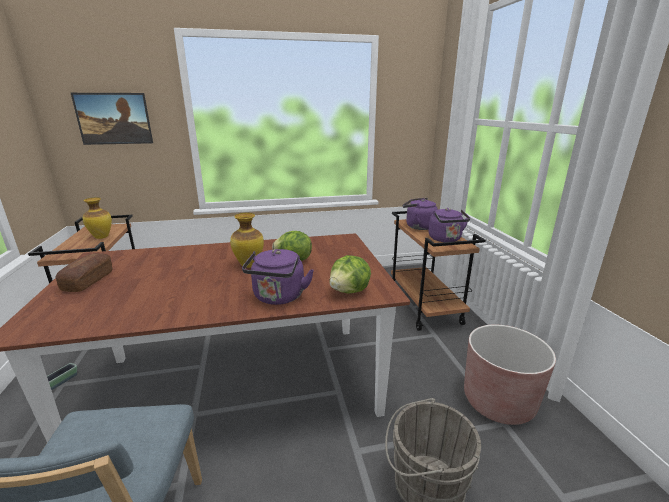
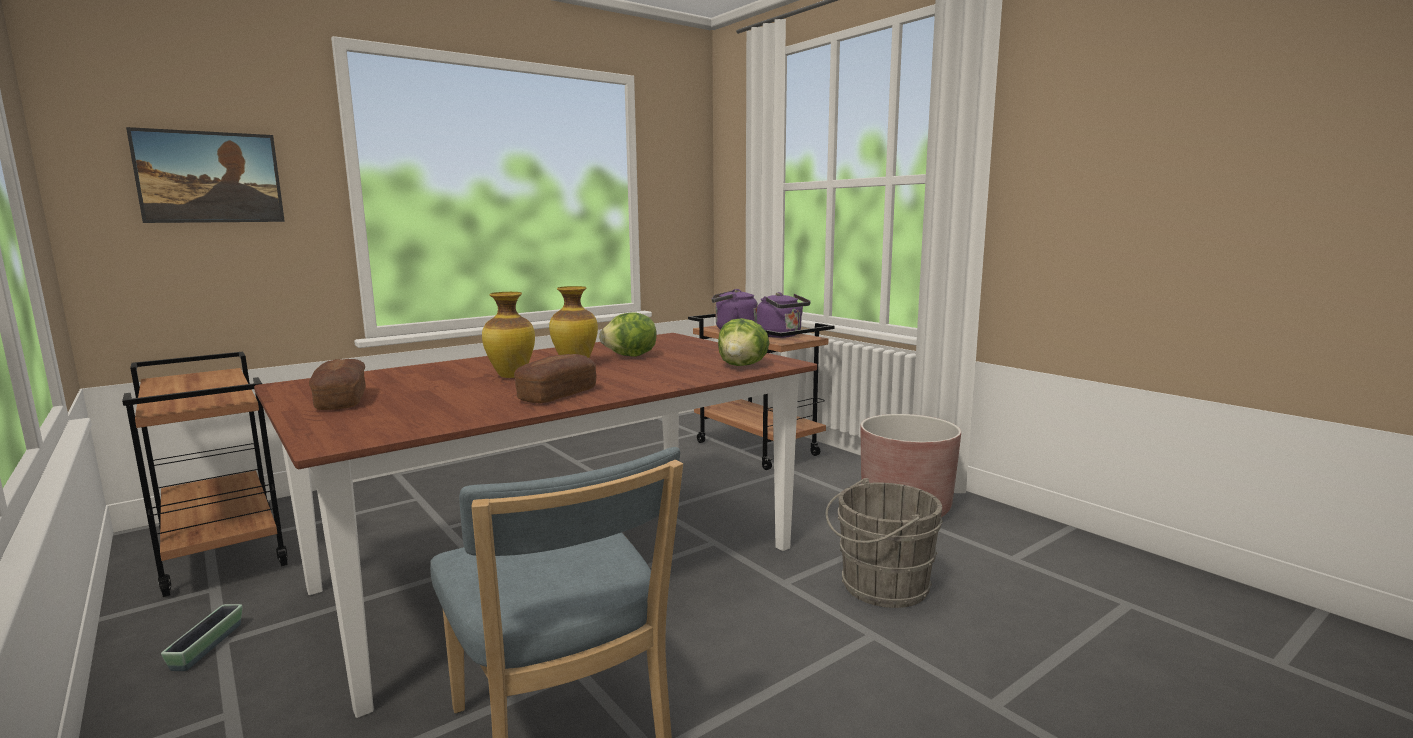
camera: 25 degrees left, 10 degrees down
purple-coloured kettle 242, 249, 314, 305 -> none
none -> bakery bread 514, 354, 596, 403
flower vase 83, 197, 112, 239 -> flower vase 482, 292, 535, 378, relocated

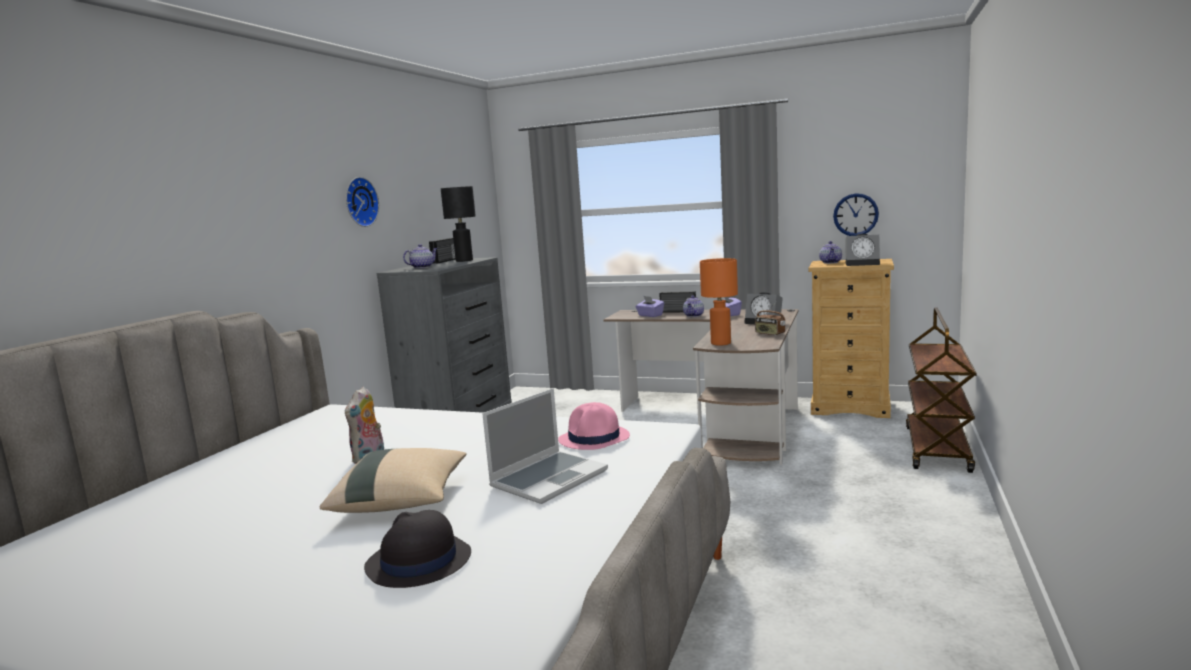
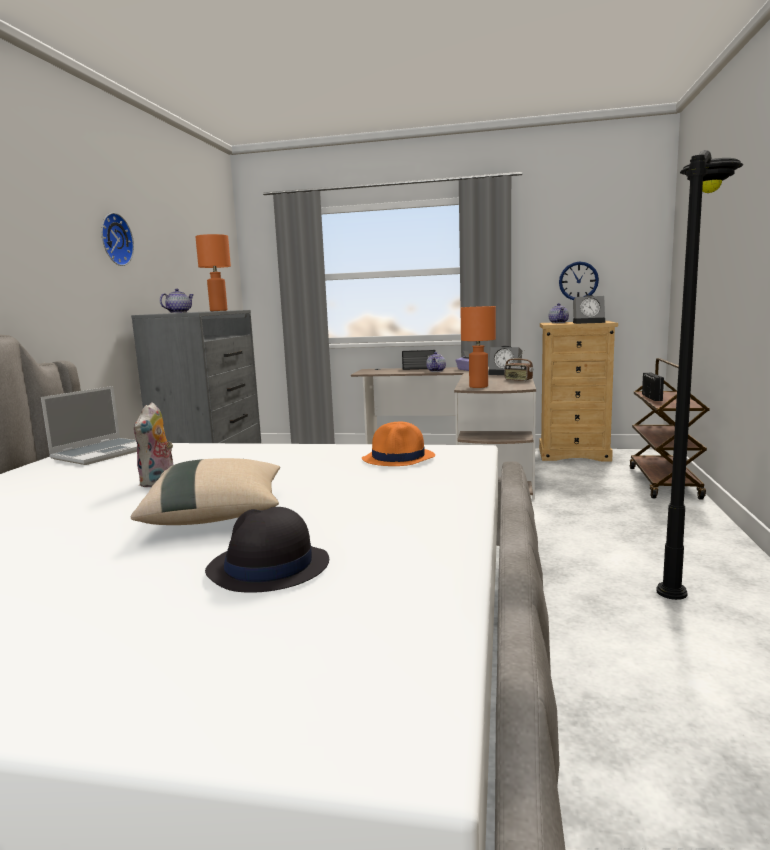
camera: 10 degrees left, 0 degrees up
purple-coloured tissue box 636, 296, 664, 317 -> none
none -> black-coloured floor lamp 656, 150, 743, 600
radio 429, 238, 455, 264 -> radio 642, 373, 664, 401, relocated
notebook computer 482, 388, 608, 504 -> notebook computer 41, 386, 137, 465, relocated
black-coloured tabletop lamp 441, 186, 476, 262 -> orangey tabletop lamp 195, 234, 231, 311
pinkish clothing hat 558, 402, 630, 450 -> orangey clothing hat 362, 422, 435, 466

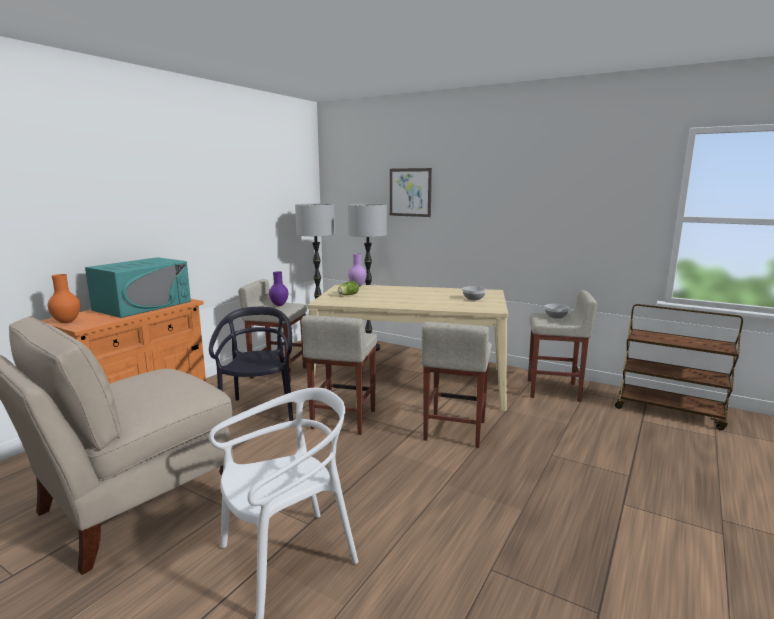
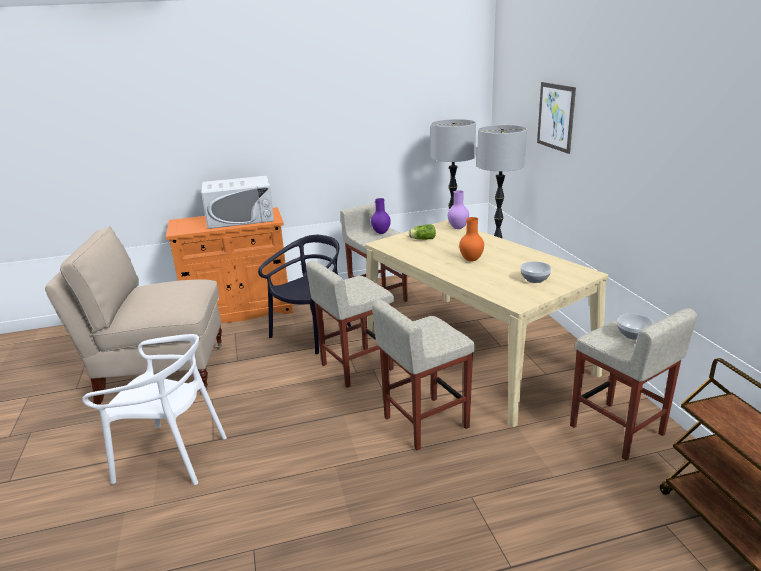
camera: 45 degrees right, 10 degrees up
orangey flower vase 48, 274, 80, 323 -> orangey flower vase 459, 217, 484, 262, relocated
turquoise microwave oven 85, 257, 191, 318 -> white microwave oven 201, 175, 274, 229

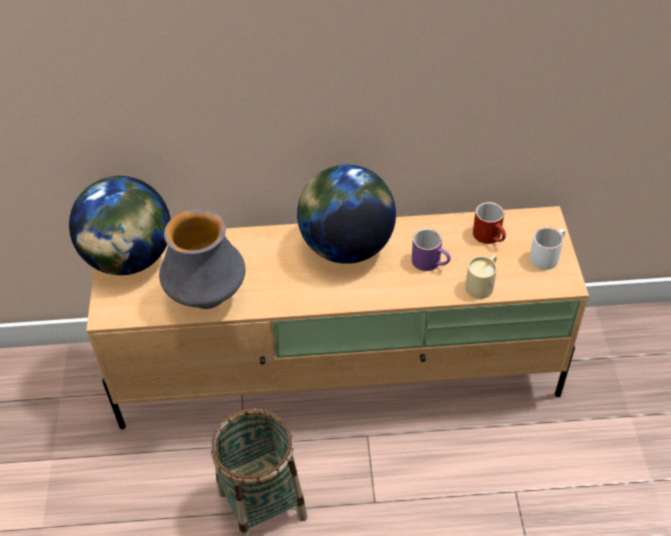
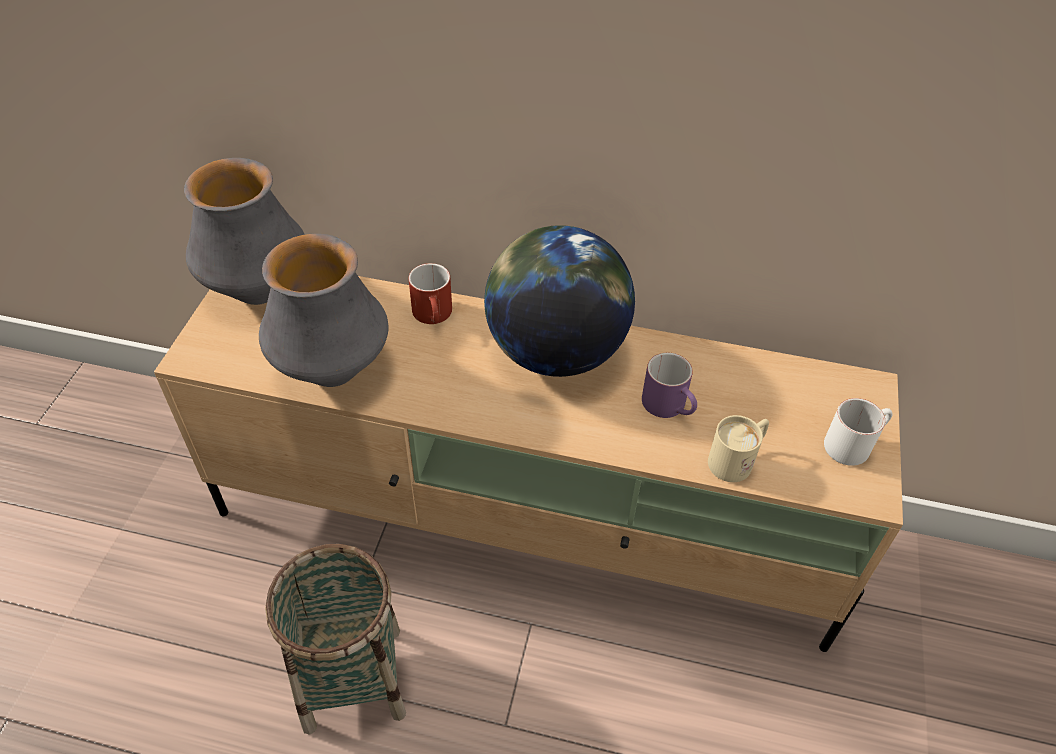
camera: 15 degrees right, 0 degrees up
red-coloured coffee mug 473, 202, 506, 244 -> red-coloured coffee mug 409, 263, 452, 324, relocated
desk globe 69, 176, 171, 275 -> flower vase 184, 158, 305, 305

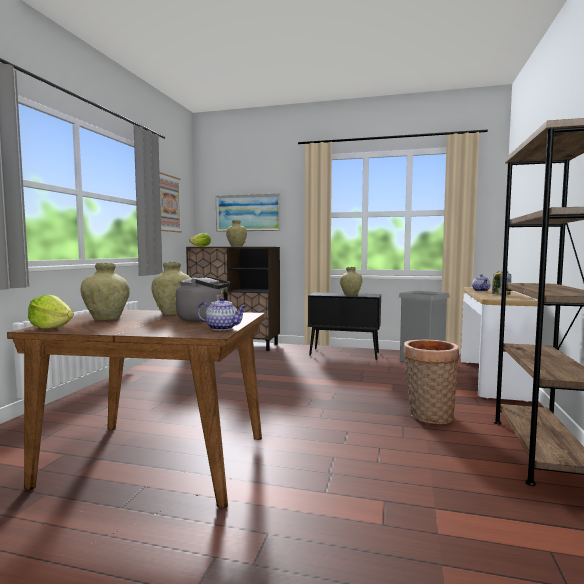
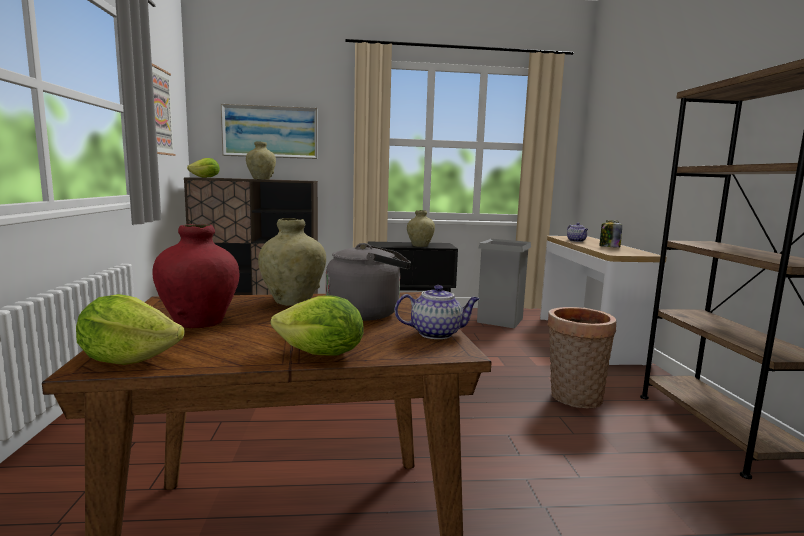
camera: 20 degrees left, 5 degrees up
none -> lettuce head 271, 295, 364, 356
beige flower vase 81, 263, 130, 320 -> red-coloured flower vase 152, 224, 239, 328

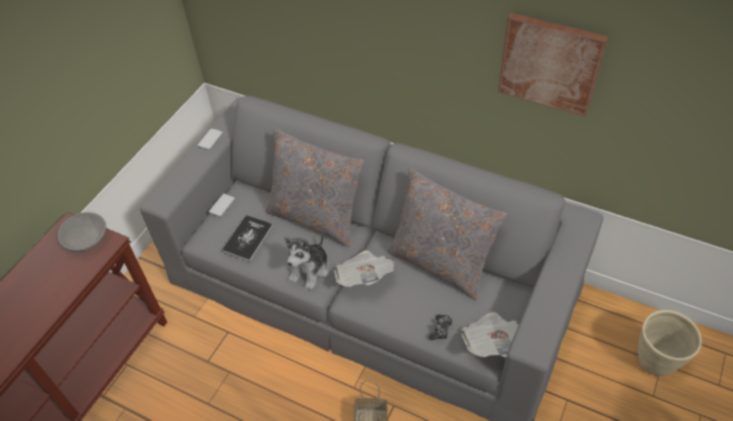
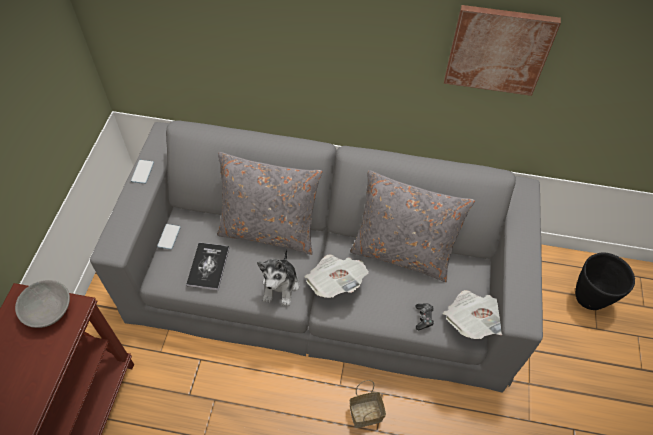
camera: 20 degrees left, 5 degrees up
beige flower pot 638, 310, 702, 376 -> black-coloured flower pot 575, 253, 635, 310

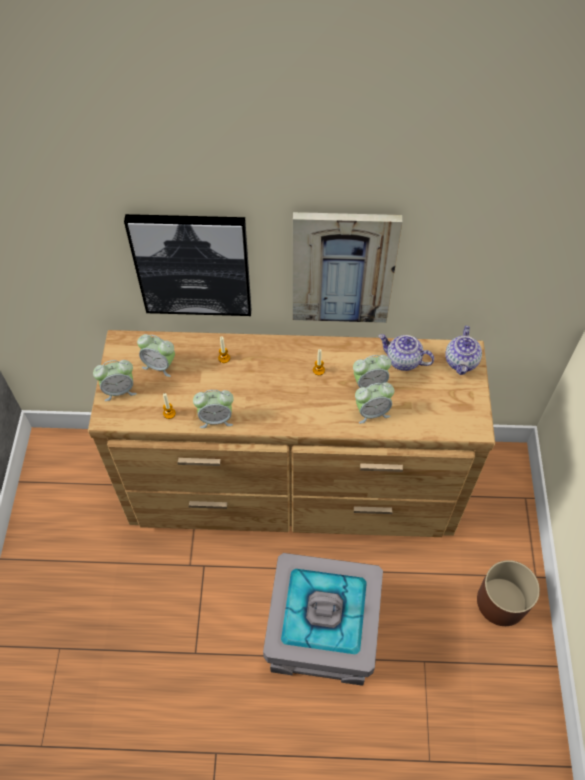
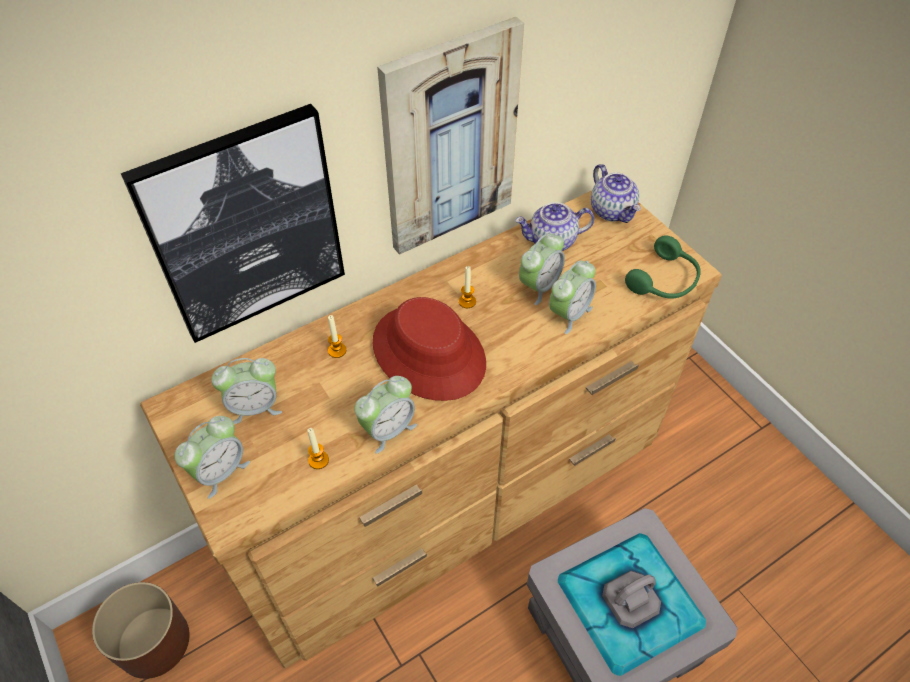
camera: 35 degrees left, 5 degrees down
none -> red-coloured clothing hat 373, 297, 486, 401
none -> green headset 625, 235, 701, 298
brown-coloured flower pot 477, 560, 540, 626 -> brown-coloured flower pot 92, 582, 190, 679, relocated

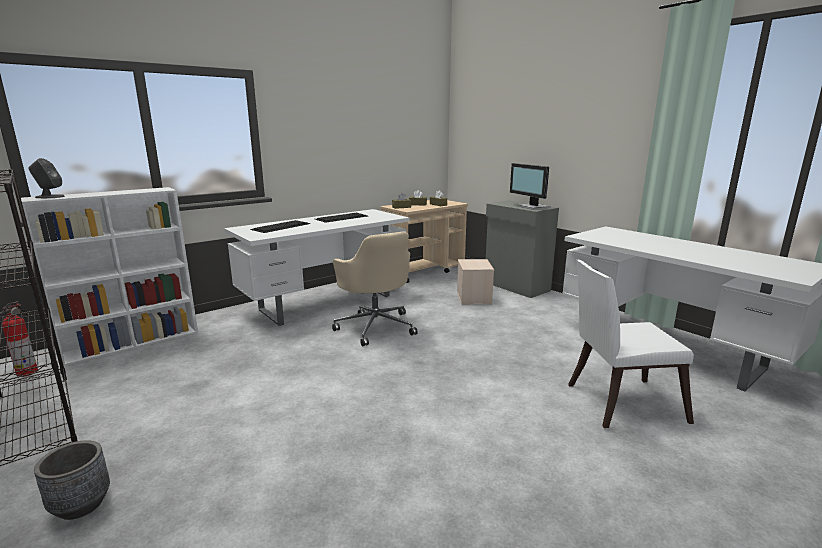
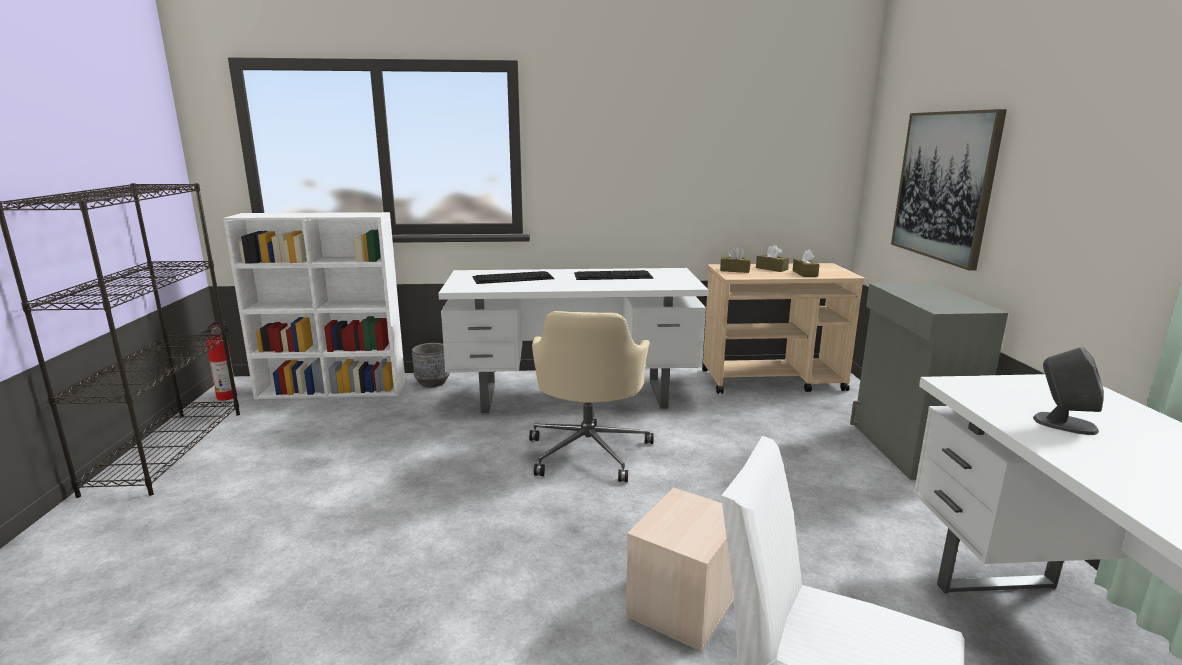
camera: 35 degrees right, 0 degrees up
computer display 510, 163, 550, 210 -> none
none -> picture 891, 109, 1007, 270
greyish audio speaker 28, 158, 65, 198 -> greyish audio speaker 1033, 347, 1104, 435, relocated
greyish flower pot 34, 440, 110, 520 -> greyish flower pot 412, 343, 450, 387, relocated
beige storage box 457, 259, 494, 305 -> beige storage box 625, 487, 734, 651, relocated

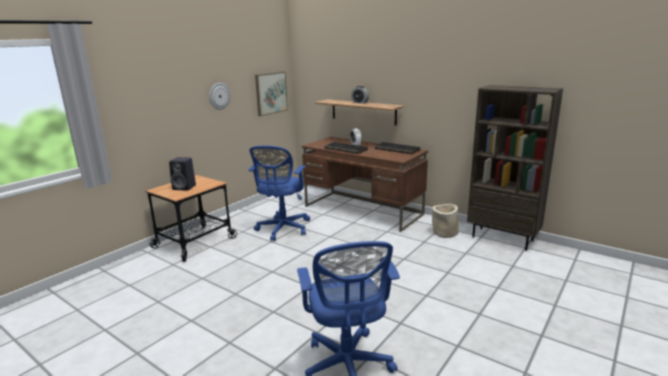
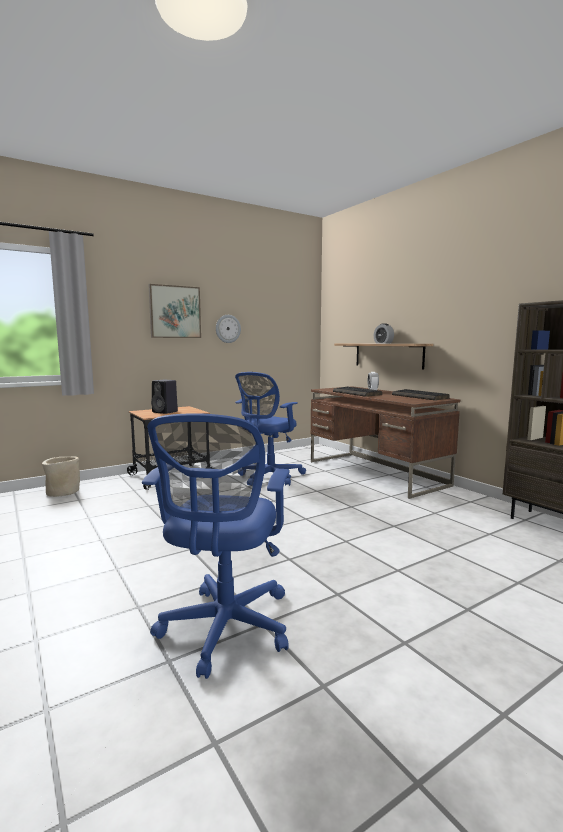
camera: 20 degrees right, 10 degrees down
picture 255, 72, 288, 116 -> picture 149, 284, 201, 338, relocated
beige flower pot 432, 204, 458, 238 -> beige flower pot 42, 457, 80, 497, relocated

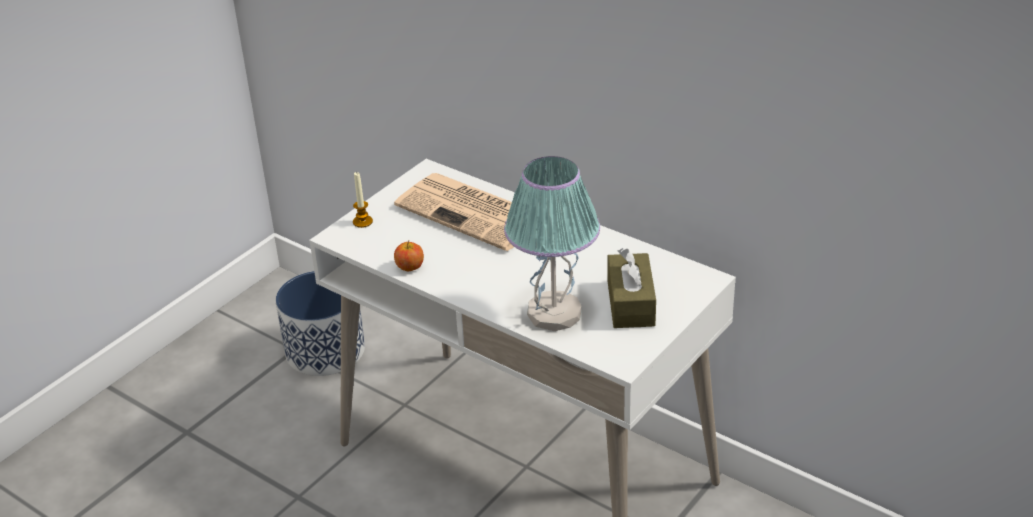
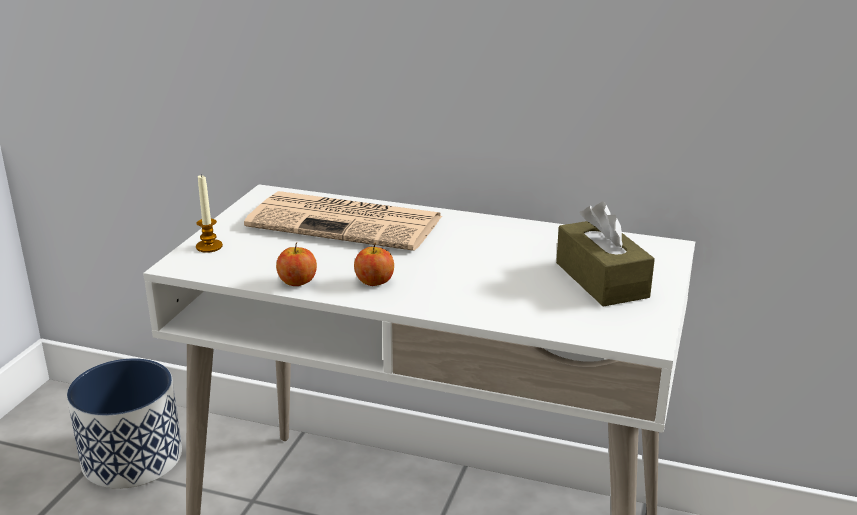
camera: 20 degrees left, 10 degrees down
tabletop lamp 504, 156, 600, 331 -> none
none -> apple 354, 242, 394, 286

